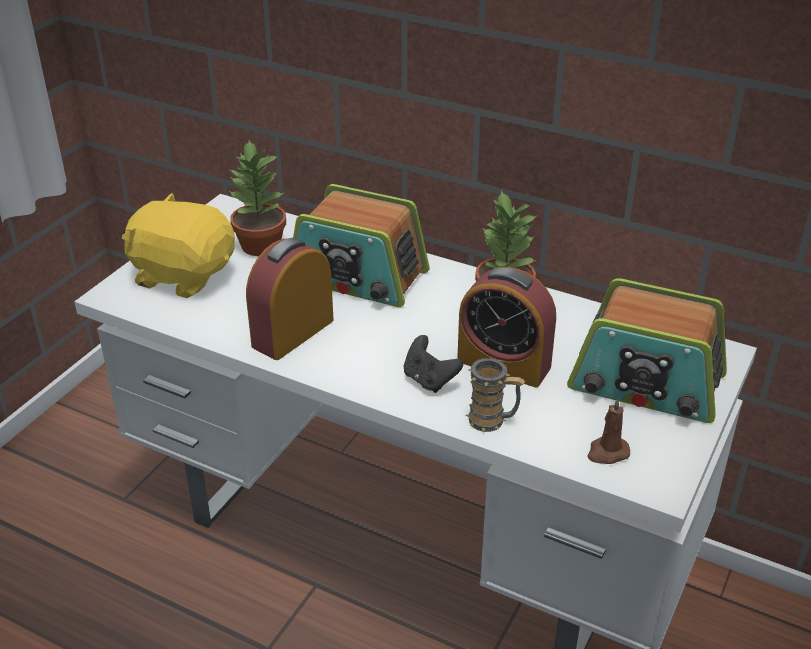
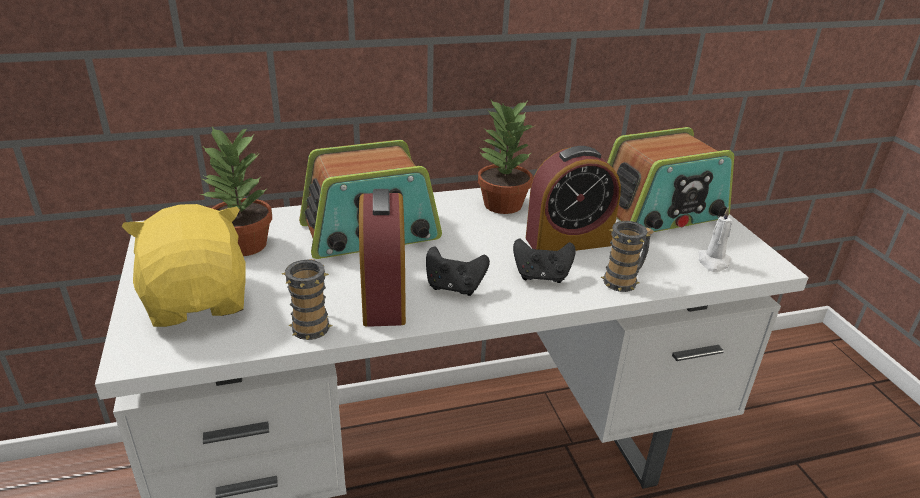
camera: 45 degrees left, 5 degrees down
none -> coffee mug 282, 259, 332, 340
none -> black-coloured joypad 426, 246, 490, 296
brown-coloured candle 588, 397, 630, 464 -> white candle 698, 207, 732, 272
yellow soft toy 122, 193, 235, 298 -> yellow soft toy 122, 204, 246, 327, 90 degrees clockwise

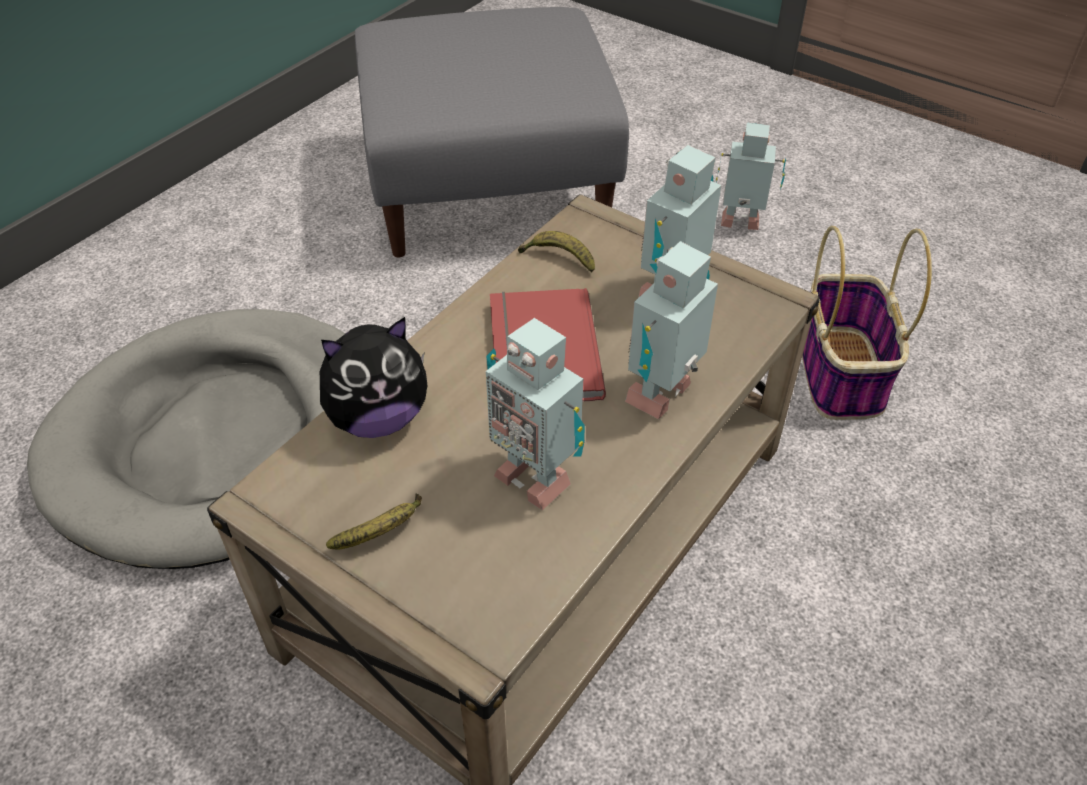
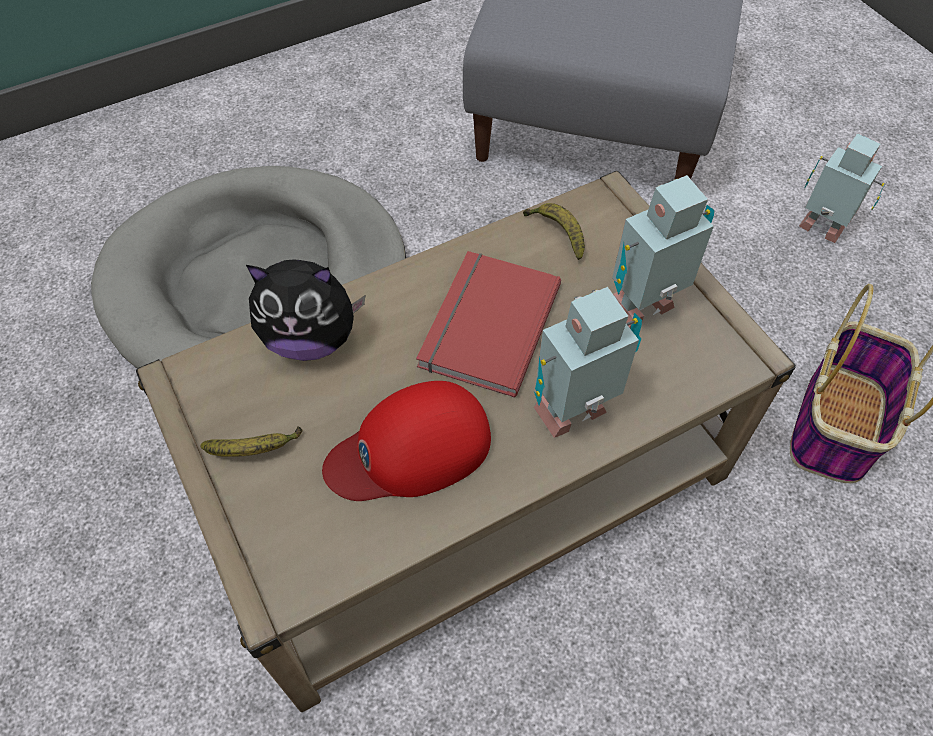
camera: 25 degrees right, 10 degrees up
model robot 486, 318, 585, 510 -> red-coloured baseball cap 322, 381, 491, 501

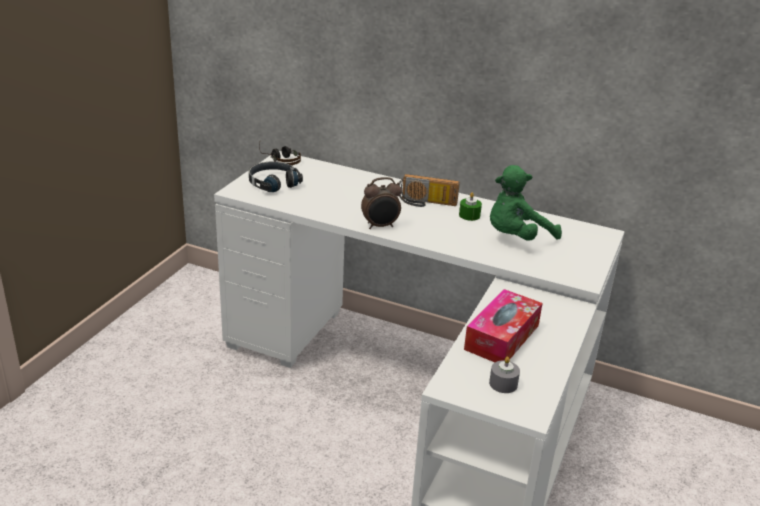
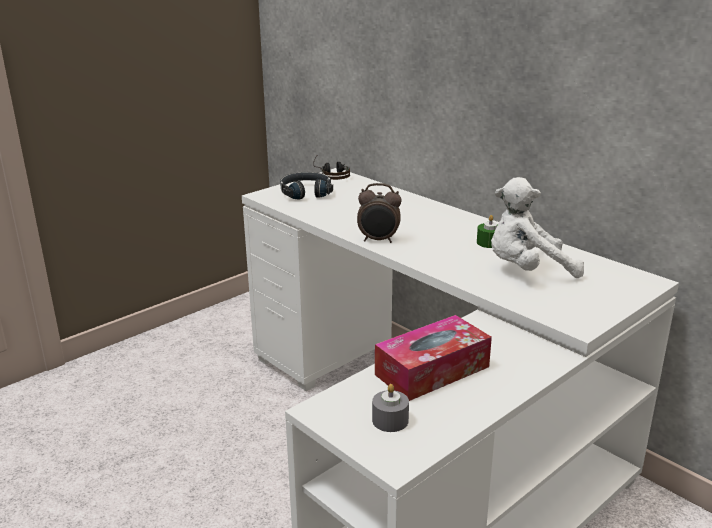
camera: 25 degrees right, 5 degrees down
radio 399, 174, 460, 207 -> none
green soft toy 490, 165, 562, 241 -> white soft toy 491, 177, 584, 278

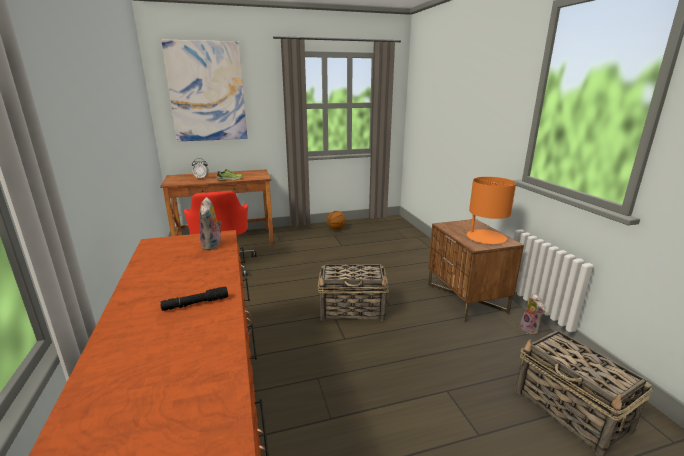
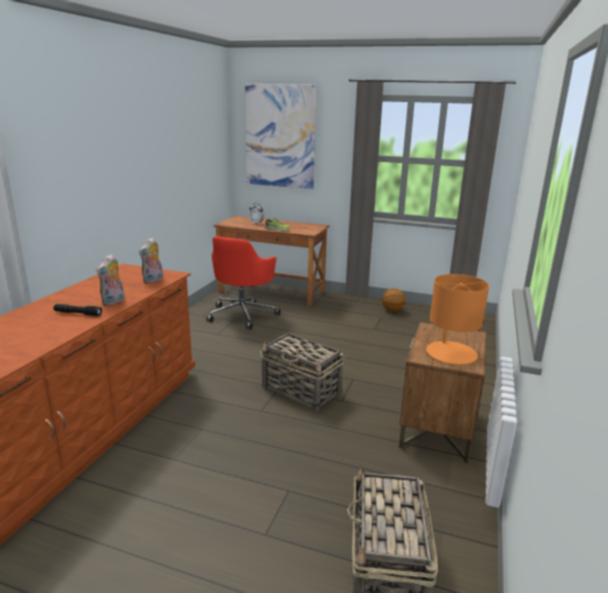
camera: 35 degrees right, 0 degrees up
soft toy 520, 293, 545, 335 -> soft toy 96, 254, 125, 305, relocated

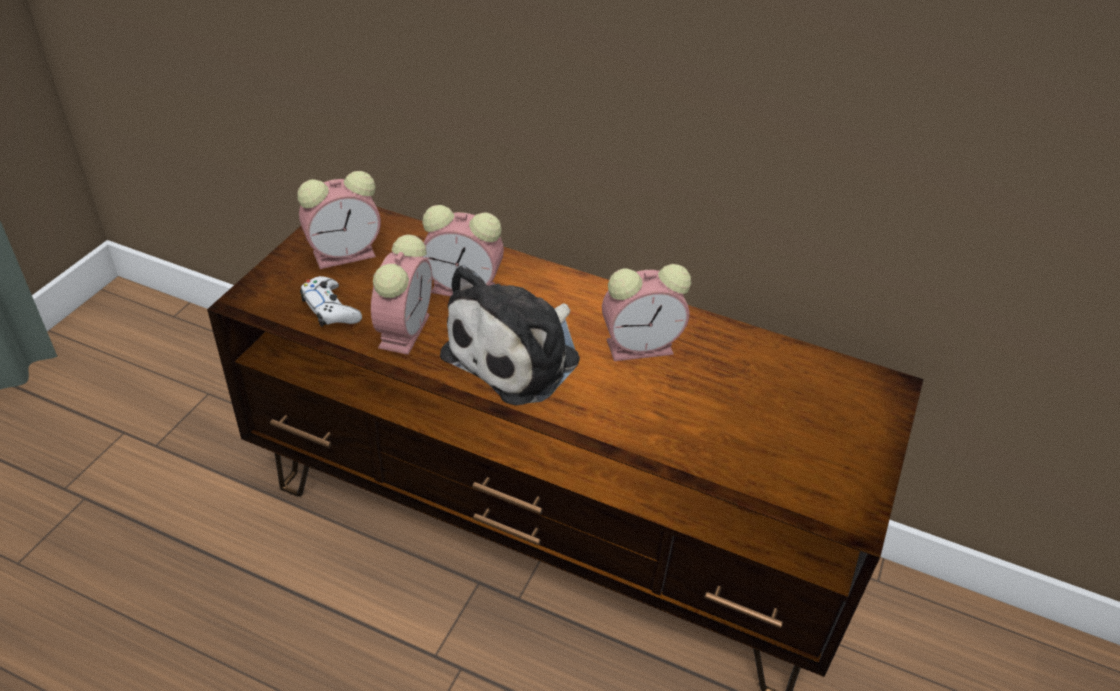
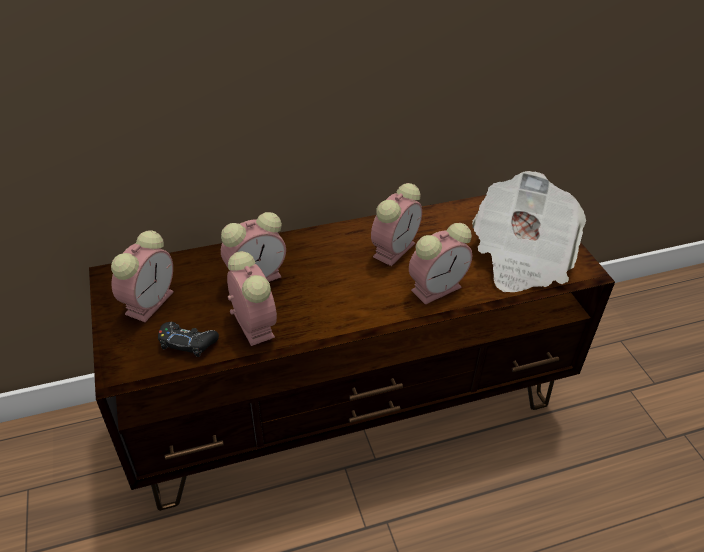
camera: 40 degrees left, 0 degrees up
soft toy 440, 265, 580, 406 -> none
none -> table clock 409, 223, 472, 305
none -> newspaper 472, 171, 586, 292
white joypad 300, 276, 362, 327 -> black-coloured joypad 158, 322, 219, 357

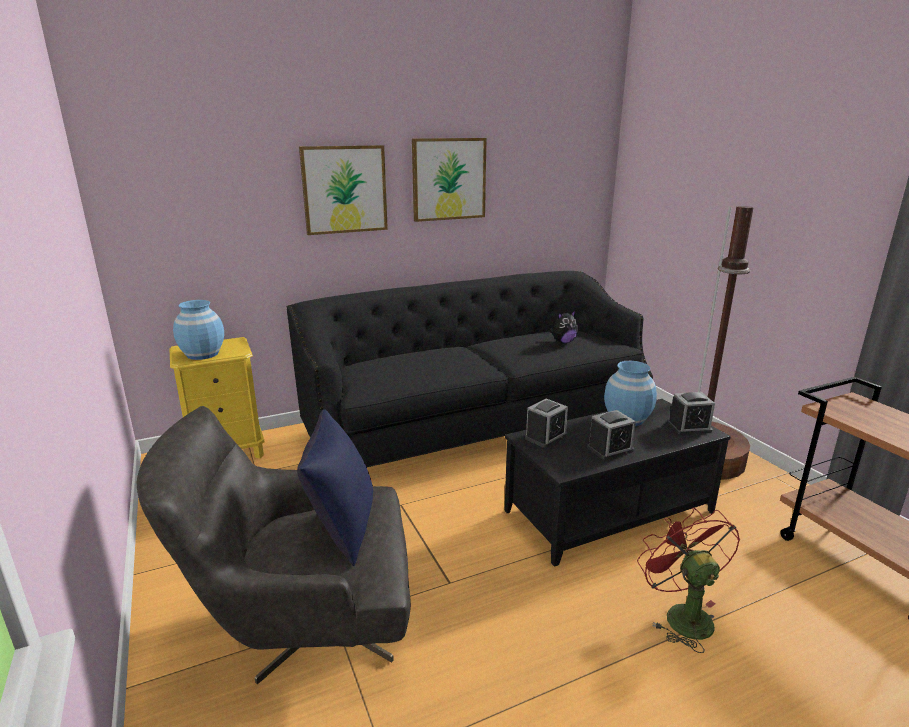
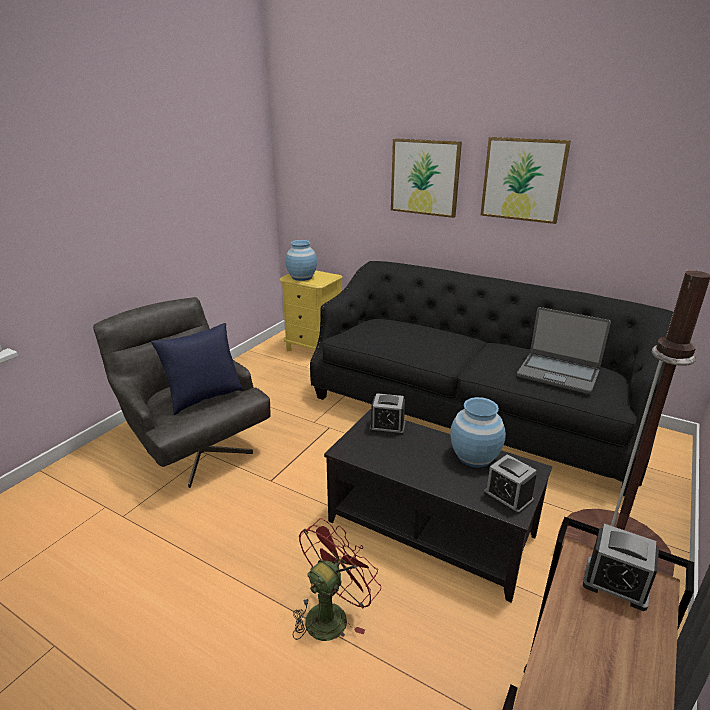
camera: 55 degrees right, 5 degrees up
table clock 587, 410, 636, 460 -> table clock 583, 524, 659, 611, relocated
soft toy 550, 311, 578, 344 -> notebook computer 517, 307, 611, 394

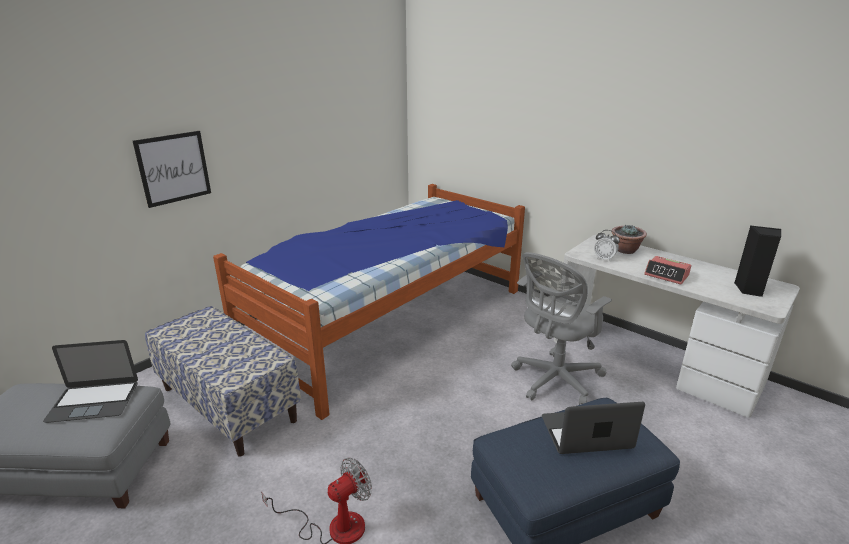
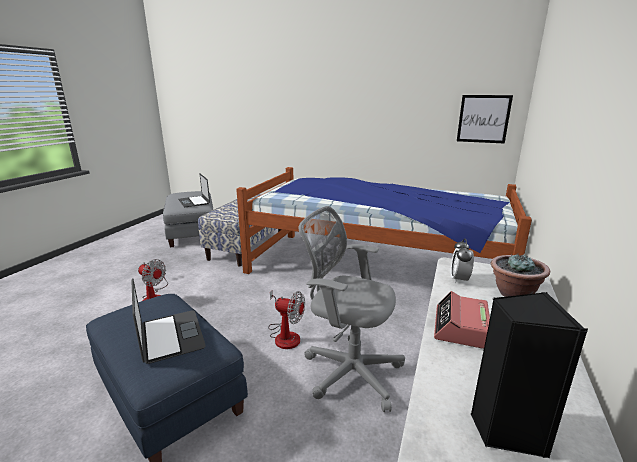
camera: 70 degrees right, 5 degrees down
none -> cooling fan 268, 290, 305, 349
picture 133, 131, 211, 208 -> picture 457, 95, 513, 144, relocated

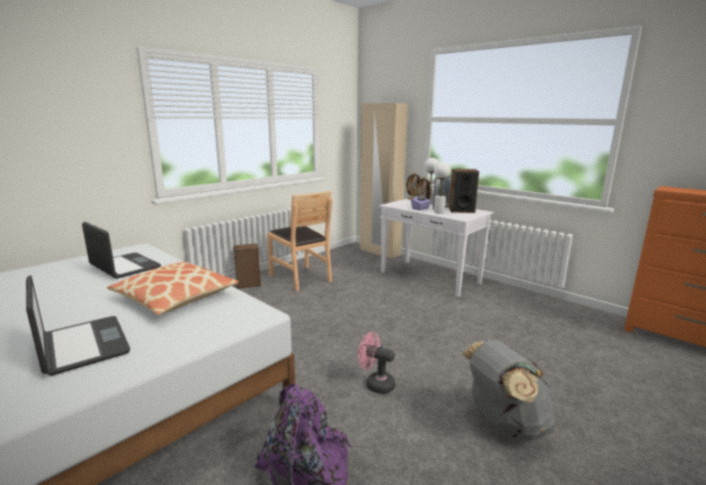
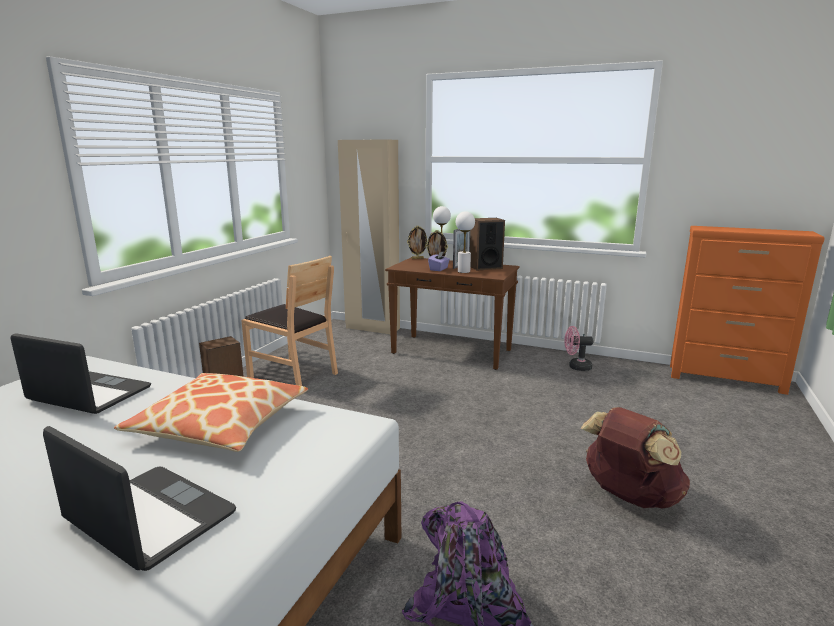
camera: 20 degrees left, 0 degrees up
pinkish cooling fan 358, 332, 395, 394 -> pinkish cooling fan 564, 326, 594, 371, relocated
white console table 379, 199, 493, 298 -> brown-coloured console table 385, 258, 520, 370
greyish knapsack 461, 340, 555, 441 -> brown-coloured knapsack 581, 407, 690, 508

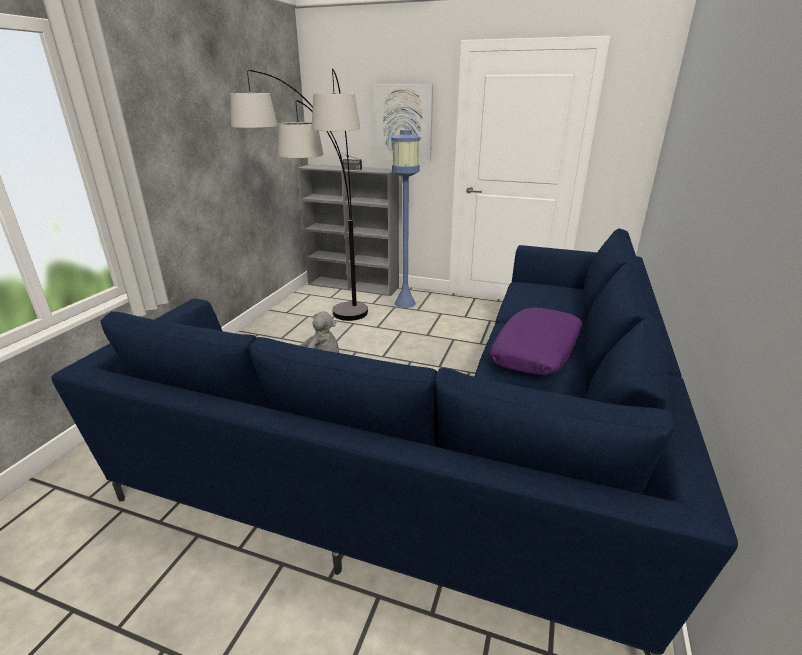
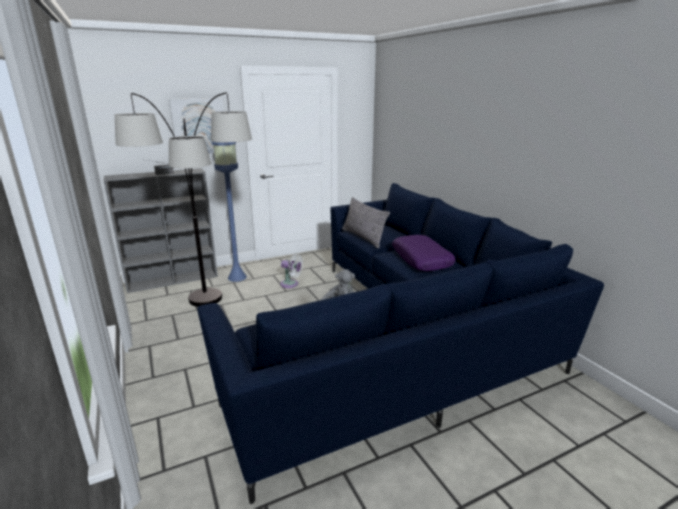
camera: 45 degrees left, 5 degrees down
none -> white cooling fan 280, 254, 303, 288
none -> greyish cushion 342, 197, 390, 248

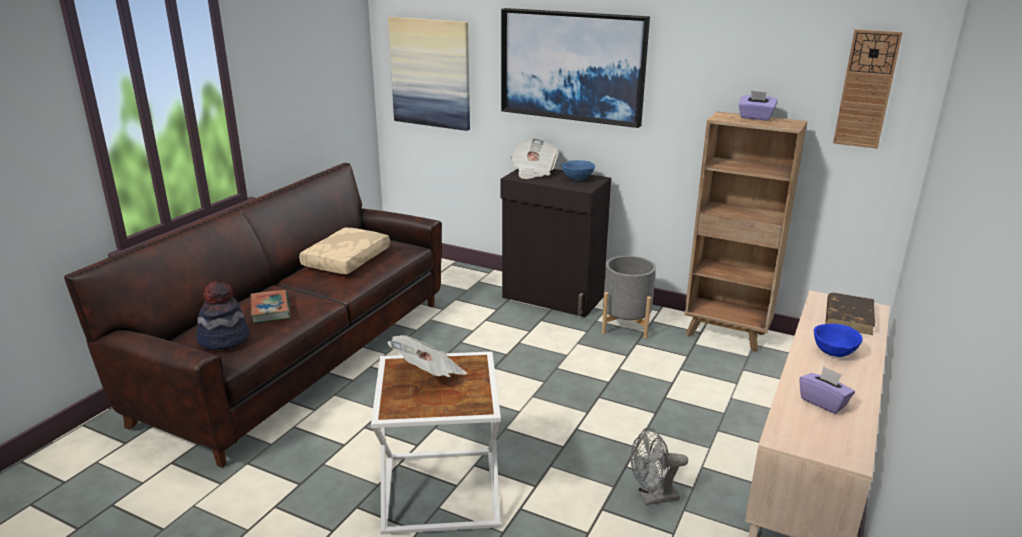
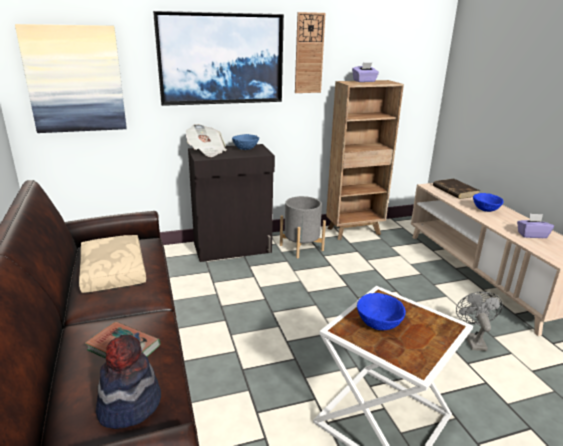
camera: 45 degrees left, 0 degrees up
hanging clock 833, 29, 903, 149 -> hanging clock 295, 12, 325, 93, relocated
newspaper 386, 335, 467, 377 -> blue deep dish 357, 293, 406, 330
greyish cooling fan 631, 427, 688, 505 -> greyish cooling fan 456, 292, 503, 351, 150 degrees clockwise

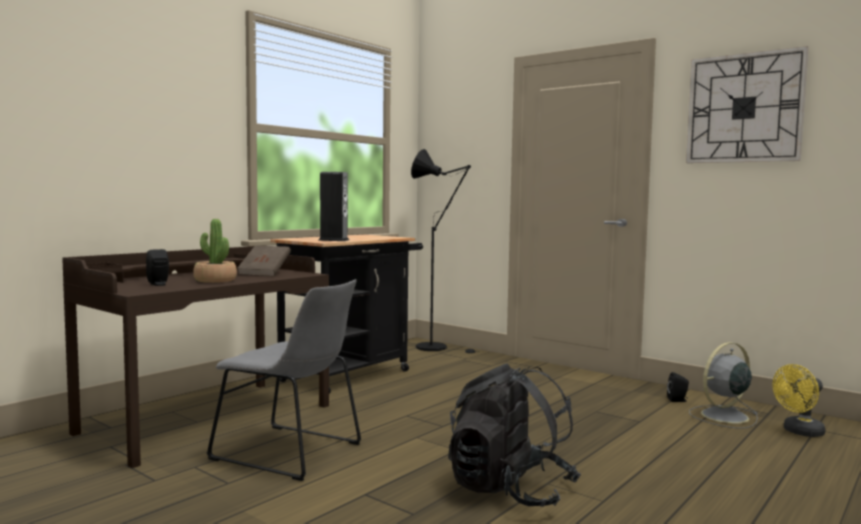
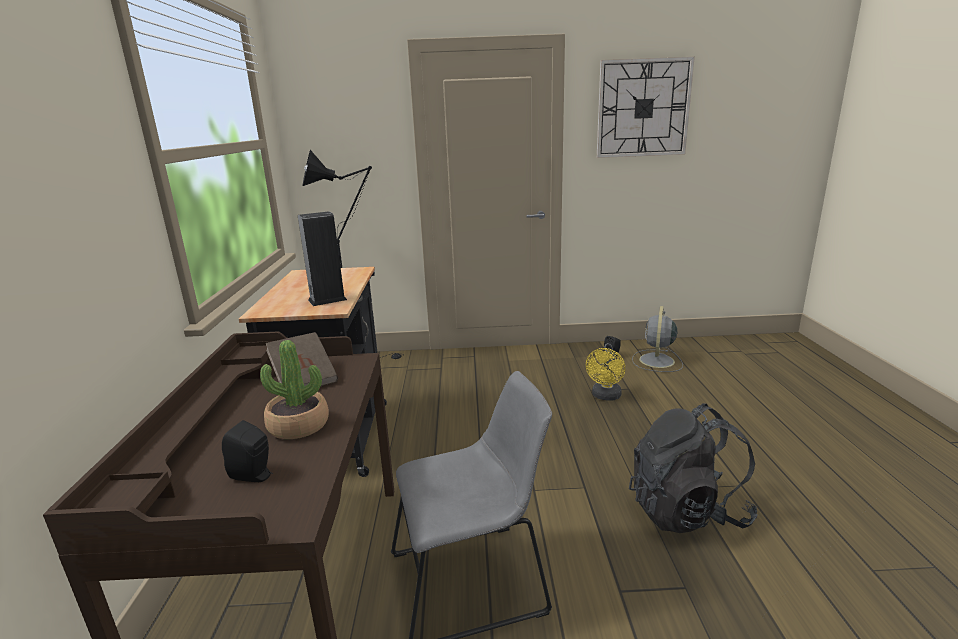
camera: 40 degrees left, 15 degrees up
yellow cooling fan 772, 364, 826, 437 -> yellow cooling fan 586, 348, 625, 401, relocated

